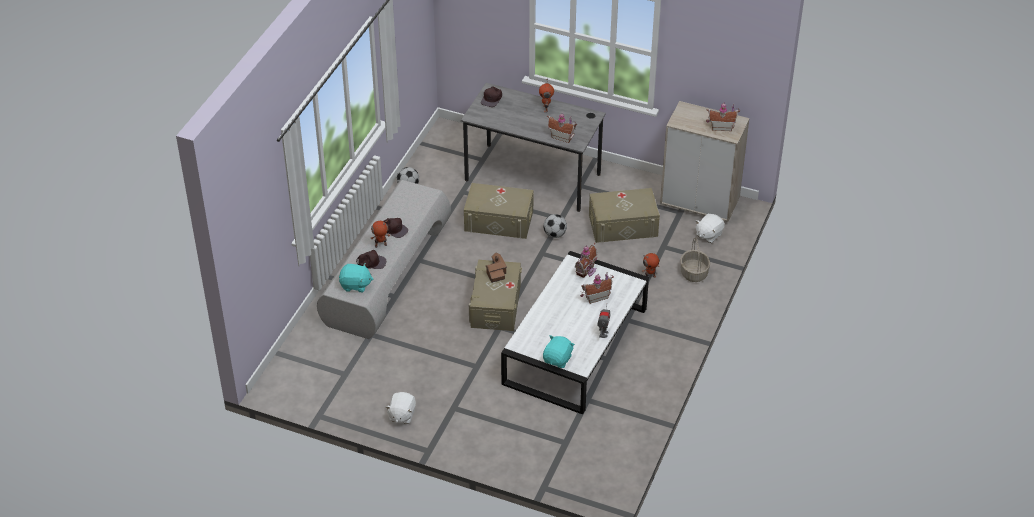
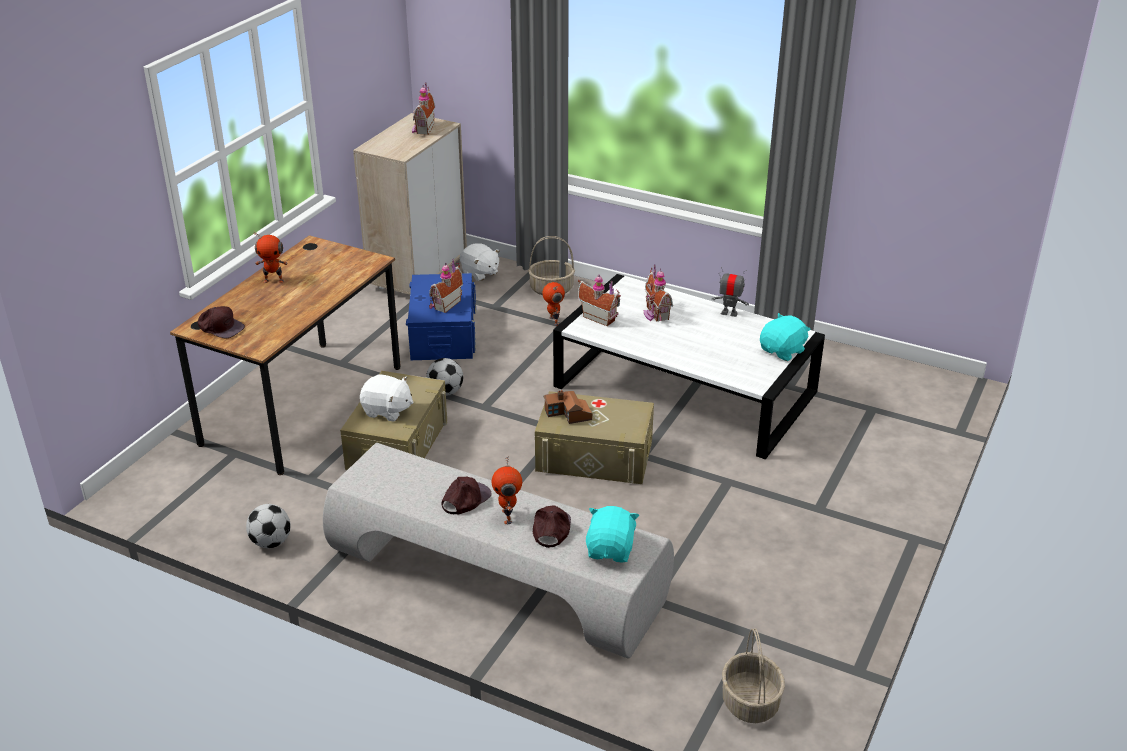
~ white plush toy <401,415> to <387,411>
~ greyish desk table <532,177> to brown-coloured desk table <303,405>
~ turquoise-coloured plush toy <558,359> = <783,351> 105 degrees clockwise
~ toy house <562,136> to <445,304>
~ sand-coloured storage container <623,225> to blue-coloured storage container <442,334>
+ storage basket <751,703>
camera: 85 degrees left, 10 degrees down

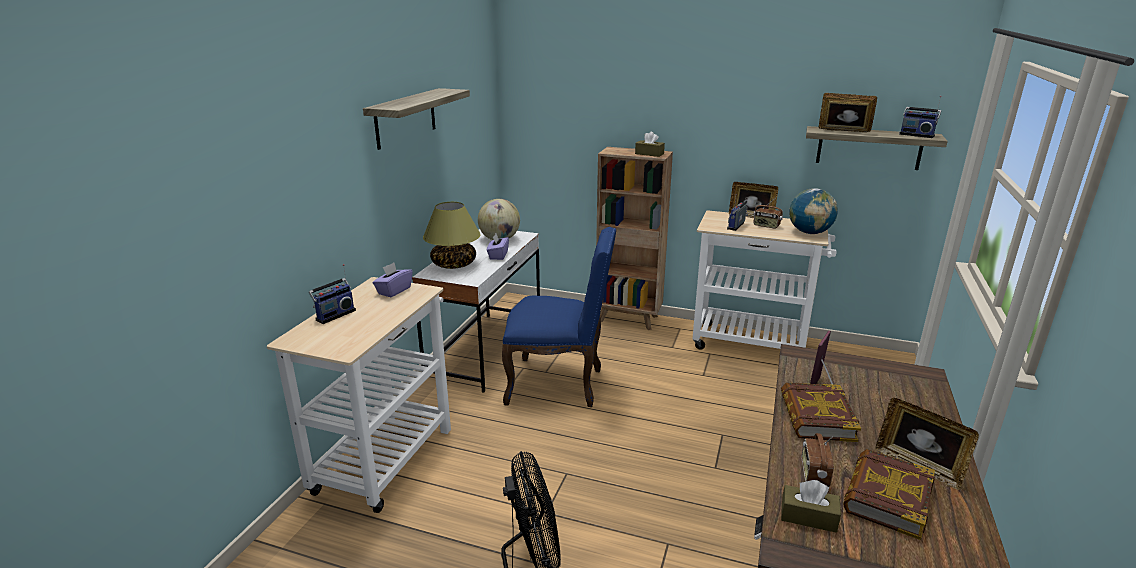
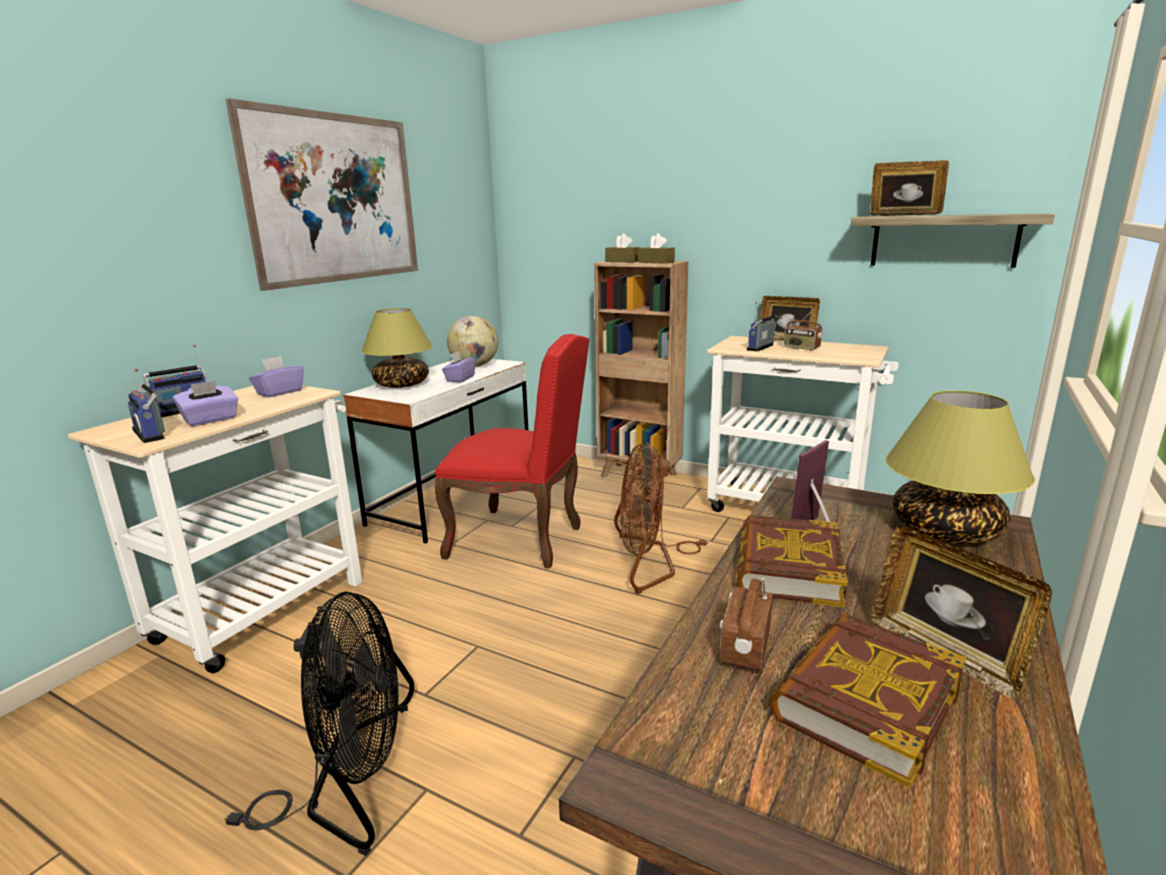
~ wall shelf <405,118> to picture <336,199>
~ blue-coloured upright chair <557,384> to reddish upright chair <519,540>
~ brown-coloured tissue box <808,517> to <622,261>
- globe <809,233>
~ radio set <917,135> to <152,434>
+ purple-coloured tissue box <210,420>
+ brown-coloured fan <651,559>
+ tabletop lamp <945,531>
camera: 10 degrees right, 5 degrees down

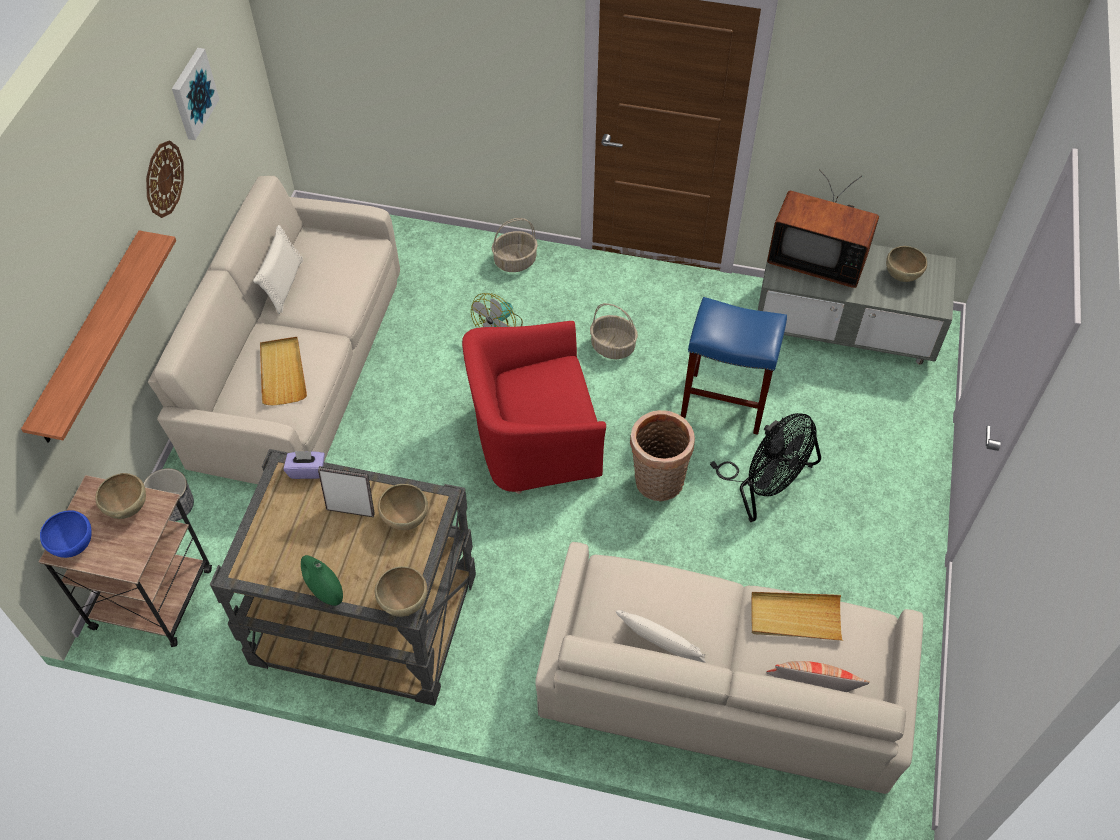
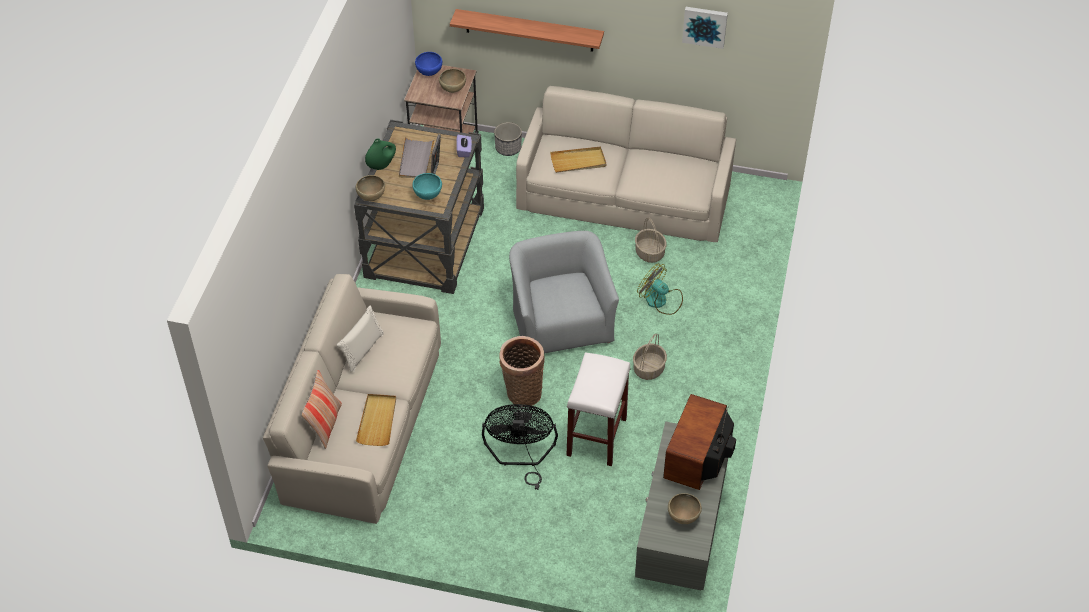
- clock on the wall <163,179>
- white pillow <283,285>
~ brown-coloured deep dish <405,519> to turquoise-coloured deep dish <427,195>
~ reddish armchair <533,439> to greyish armchair <561,322>
~ storage basket <515,261> to <650,253>
~ blue-coloured stool <723,403> to white stool <596,436>
~ black-coloured fan <764,483> = <522,456> 135 degrees clockwise
+ greyish serving tray <416,160>
camera: 90 degrees right, 5 degrees down

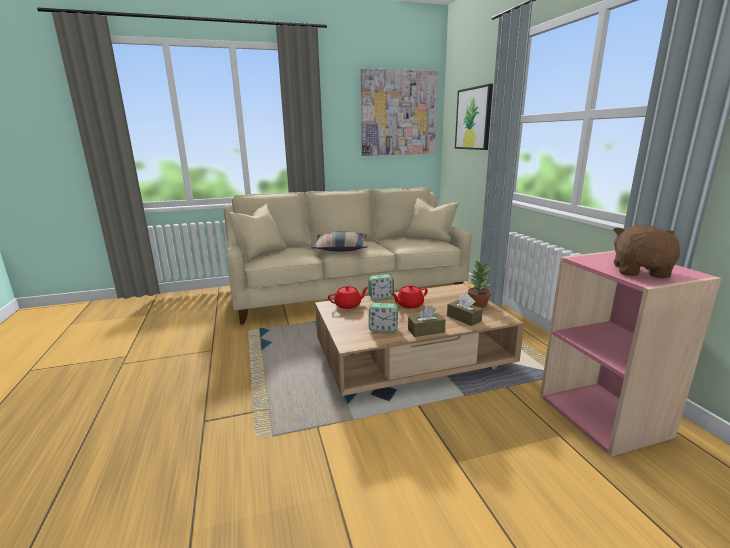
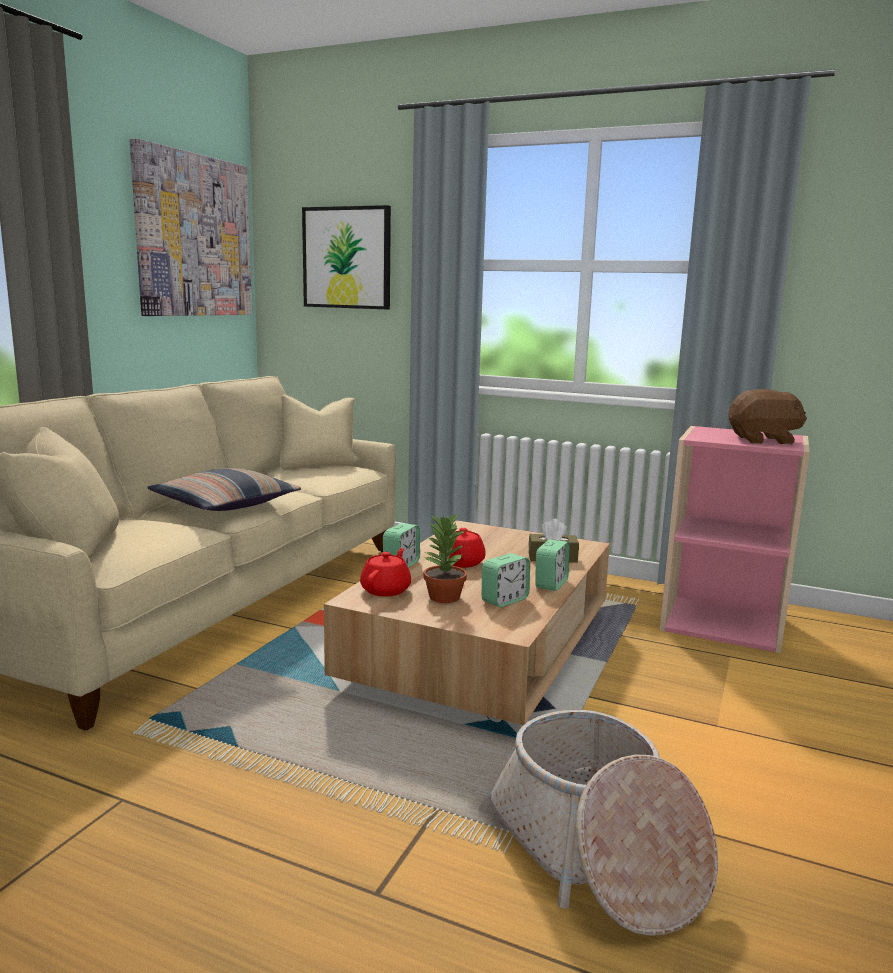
~ brown-coloured tissue box <426,331> to alarm clock <551,584>
~ potted plant <477,303> to <443,597>
~ brown-coloured plush toy <640,271> = <763,440> 120 degrees clockwise
+ storage basket <596,852>
camera: 50 degrees left, 5 degrees down

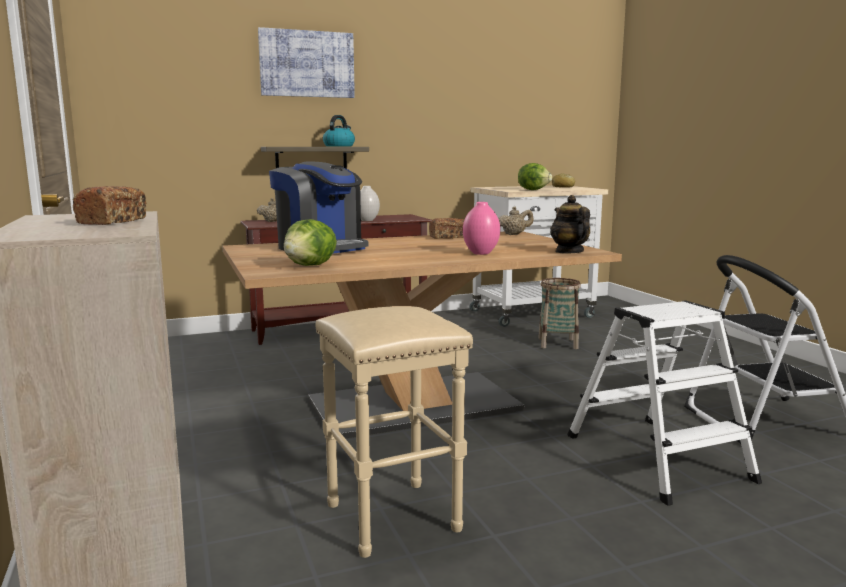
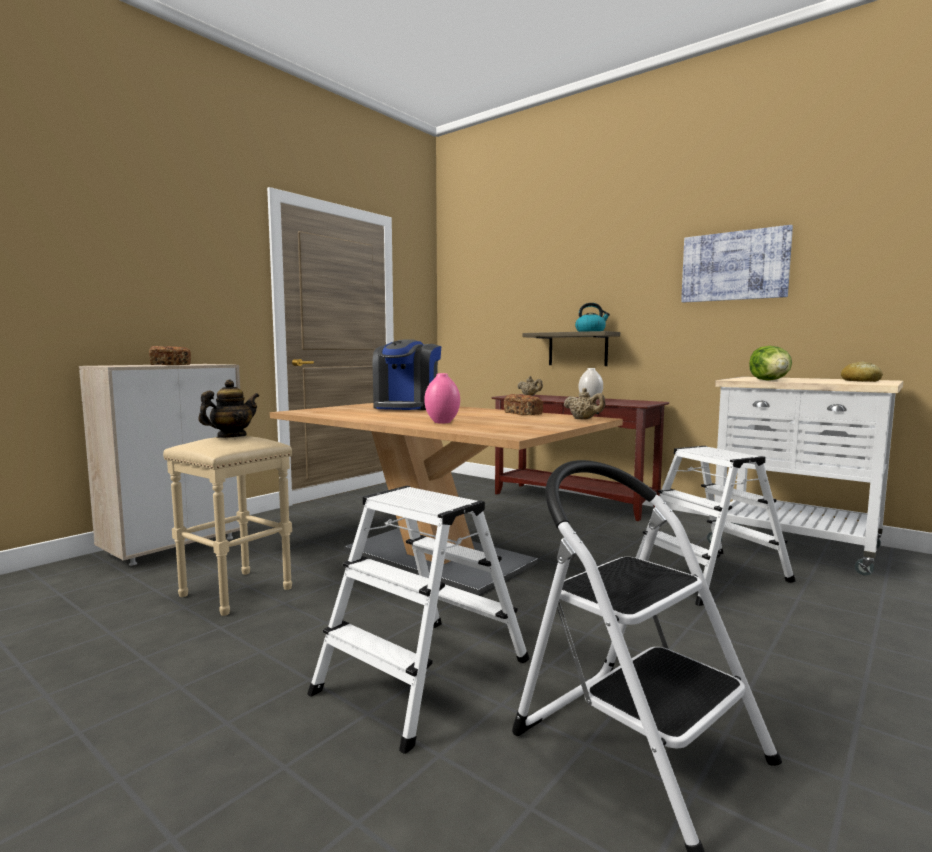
~ picture <307,64> to <734,266>
- head of lettuce <311,266>
~ storage basket <558,343> to white stepladder <711,576>
~ pot for tea <569,251> to <231,437>
camera: 60 degrees right, 5 degrees down

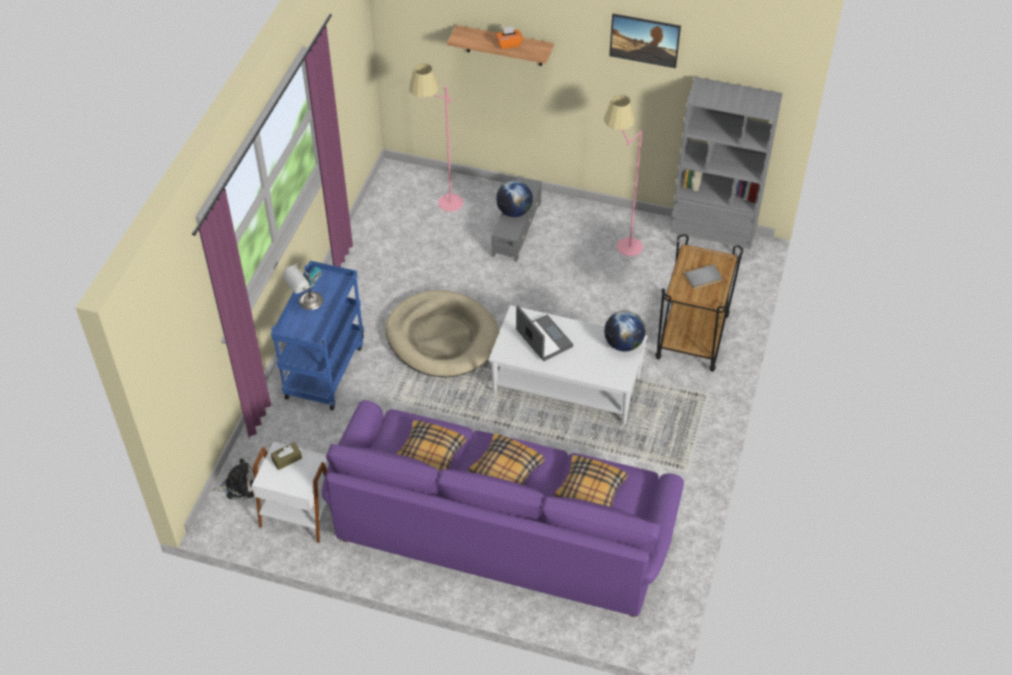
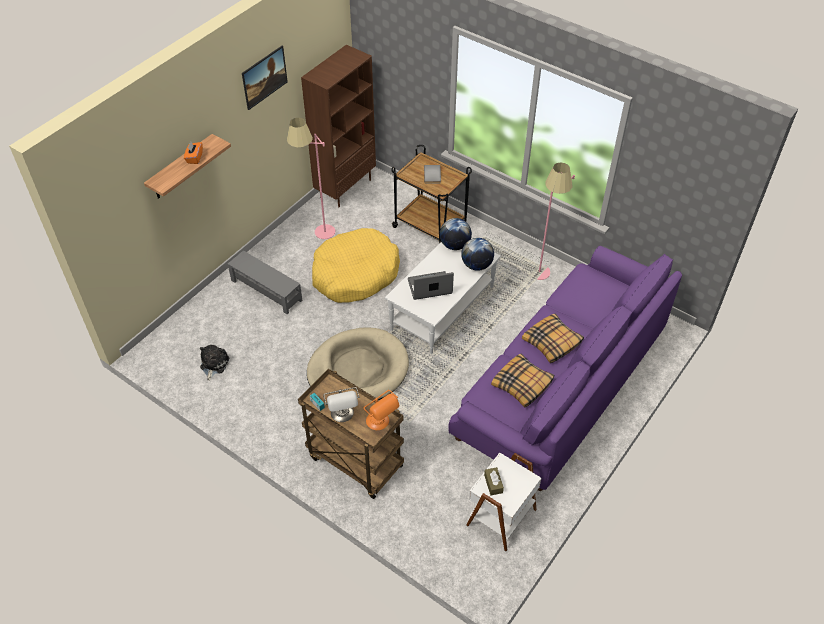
~ plush toy <238,485> to <213,364>
~ blue-coloured trolley <324,370> to brown-coloured trolley <353,461>
~ pink standard lamp <440,206> to <541,279>
~ globe <514,212> to <477,265>
- pillow <590,491>
~ greyish shelving unit <712,241> to brown-coloured shelving unit <345,188>
+ yellowish dog bed <355,274>
+ orange tabletop lamp <381,423>
camera: 70 degrees left, 0 degrees up

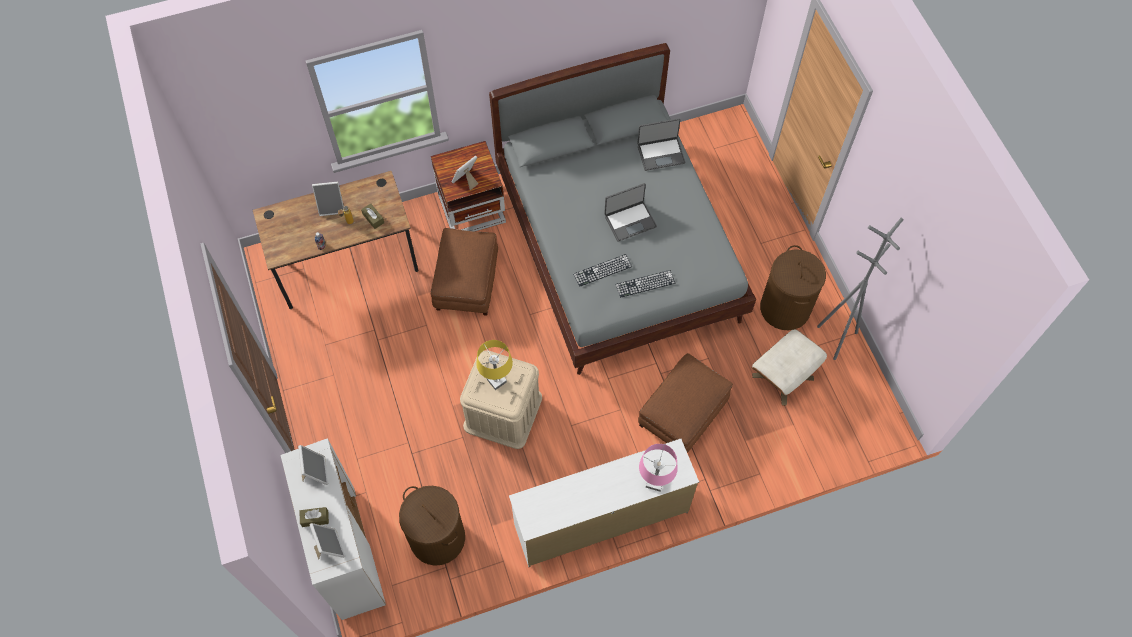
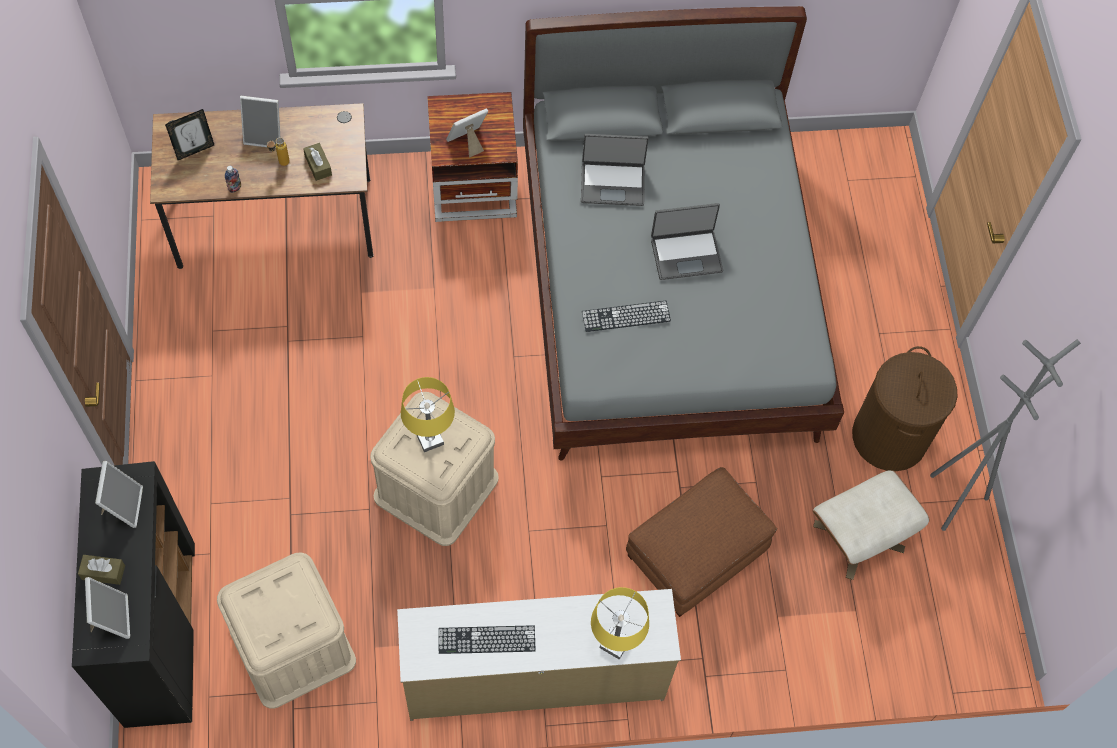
~ white cupboard <347,552> to black-coloured cupboard <160,633>
~ brown-coloured washing basket <438,538> to sand-coloured storage container <293,645>
- brown-coloured footrest <466,282>
~ computer keyboard <645,284> to <486,639>
~ laptop <661,153> to <612,183>
~ pink tabletop lamp <654,482> to yellowish tabletop lamp <615,644>
+ photo frame <194,150>
camera: 10 degrees right, 0 degrees up

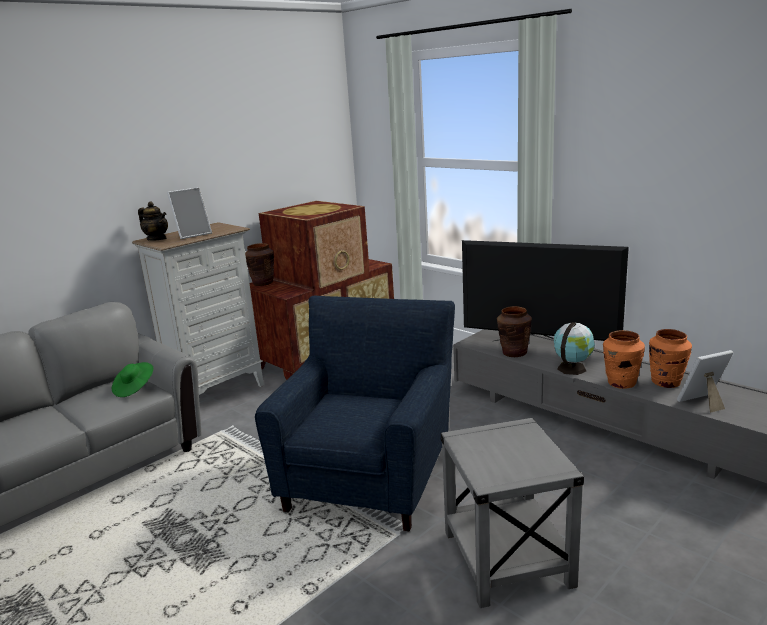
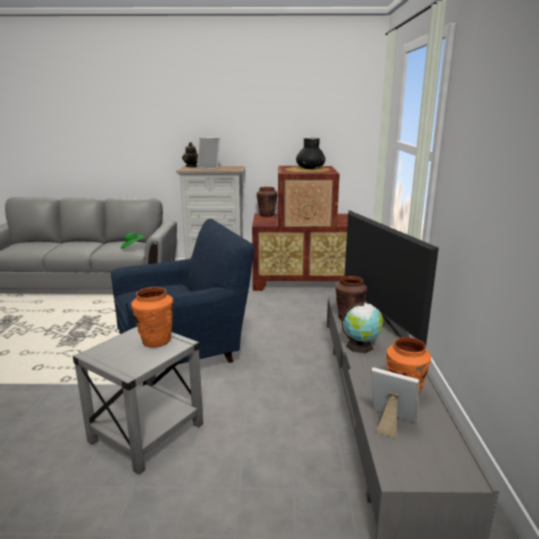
~ orange vase <621,383> to <156,341>
+ black-coloured vase <310,169>
camera: 45 degrees right, 0 degrees up

